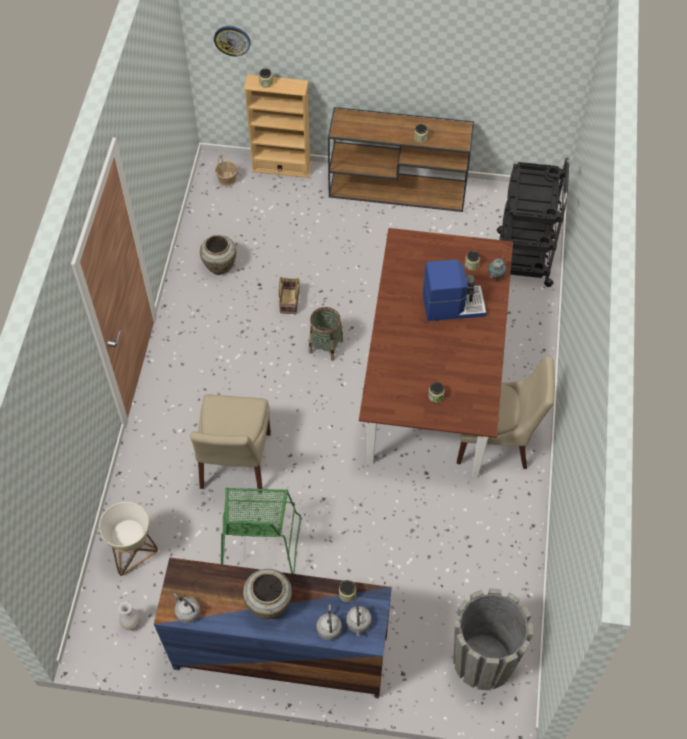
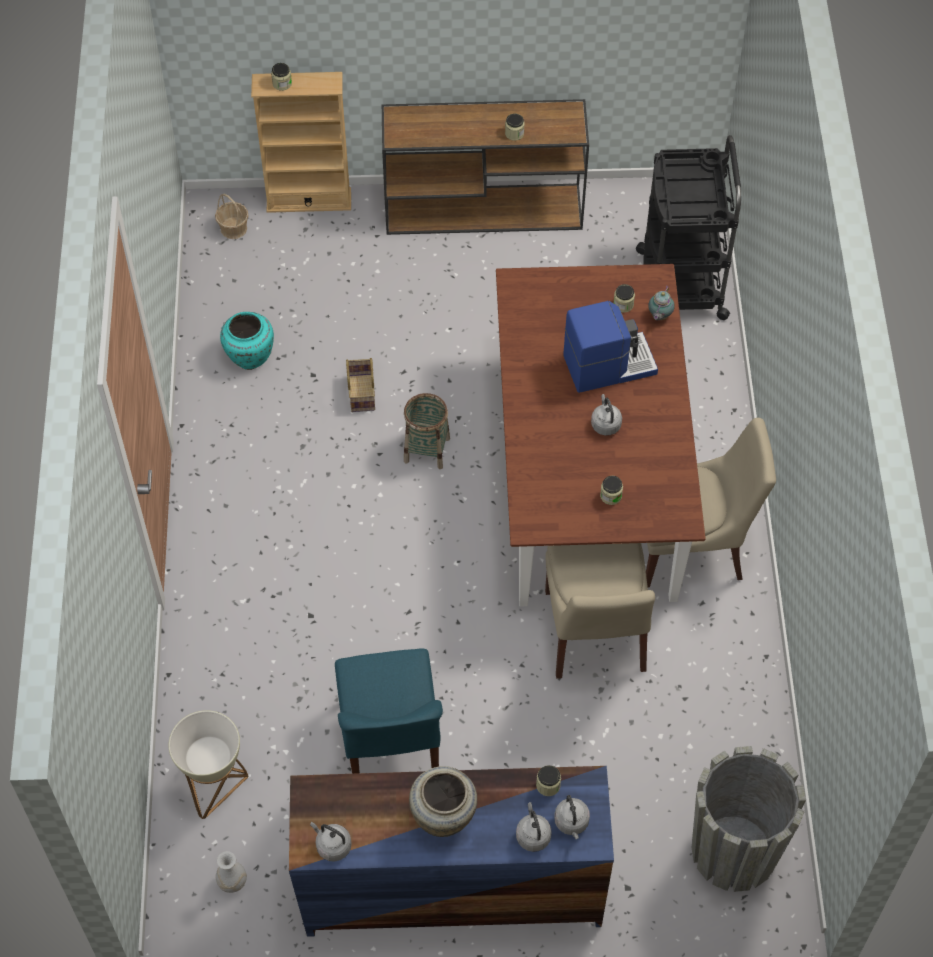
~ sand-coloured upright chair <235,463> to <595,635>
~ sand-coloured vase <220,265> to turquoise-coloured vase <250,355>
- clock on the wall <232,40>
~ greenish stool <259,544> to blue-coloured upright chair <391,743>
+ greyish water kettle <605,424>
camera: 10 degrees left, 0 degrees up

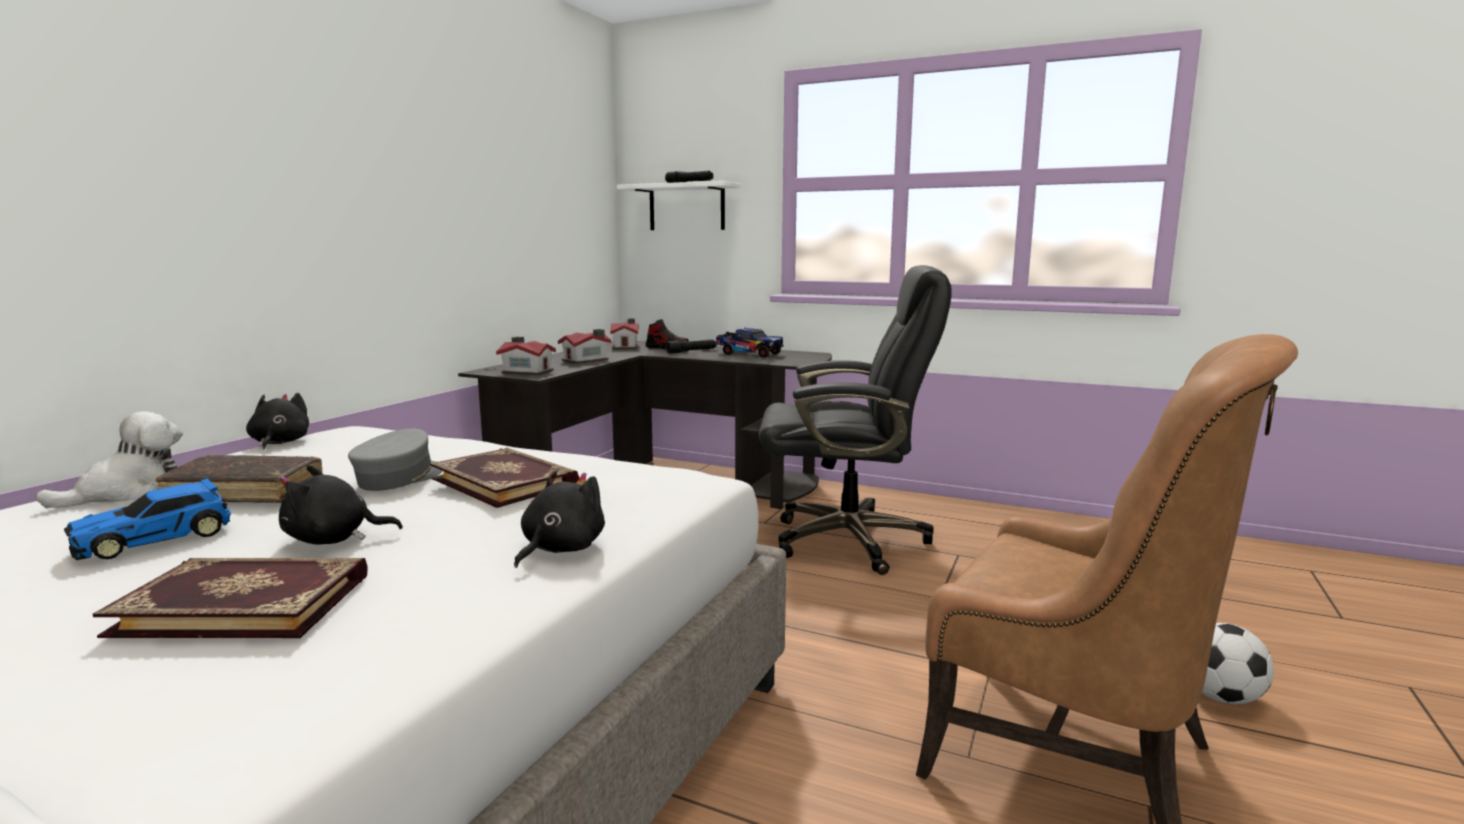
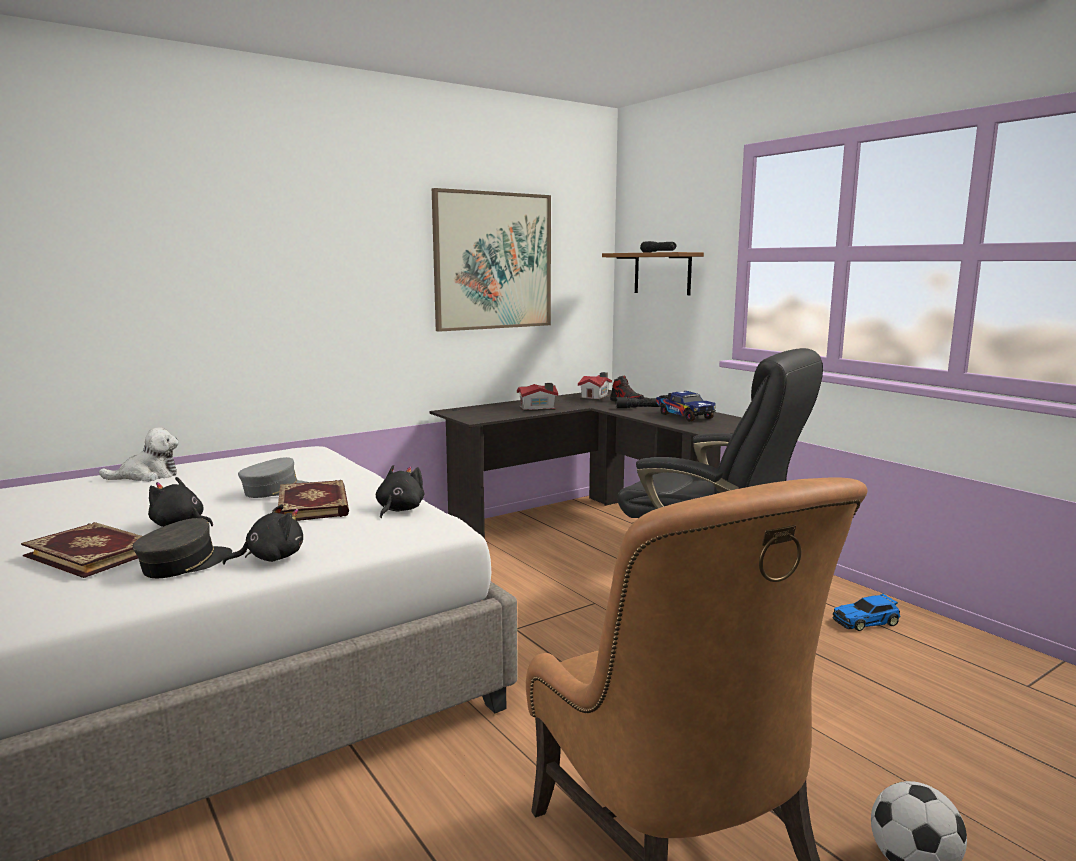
~ toy car <157,538> to <866,621>
- brown-coloured bound book <245,492>
~ black-coloured plush toy <279,442> to <399,509>
- toy house <527,371>
~ white wall shelf <686,207> to brown-coloured wall shelf <662,273>
+ greyish baseball cap <184,564>
+ picture <493,261>
camera: 30 degrees right, 0 degrees up

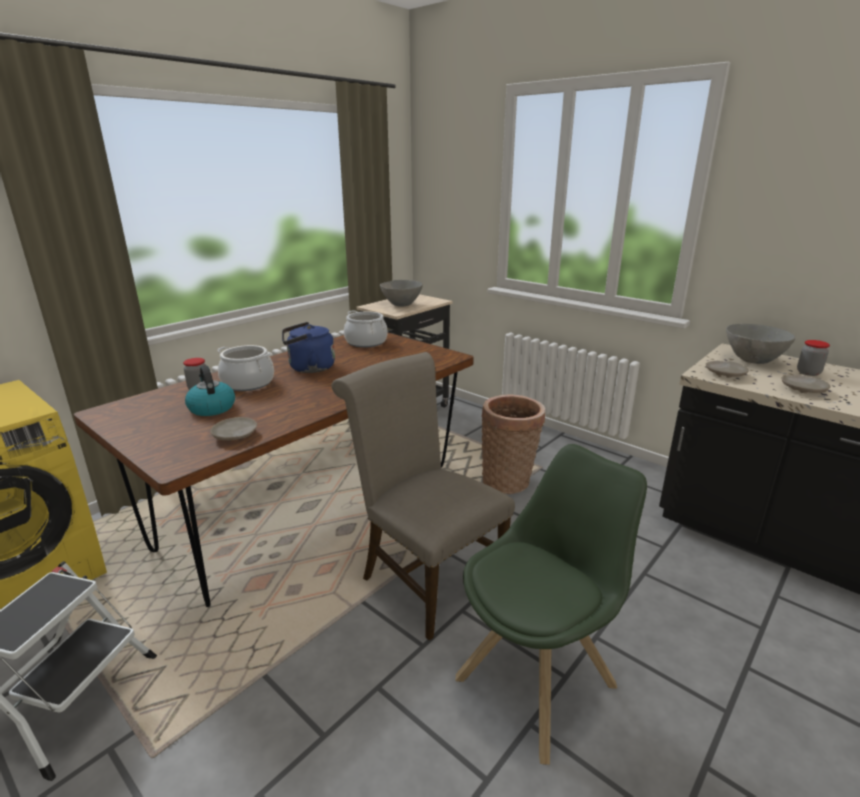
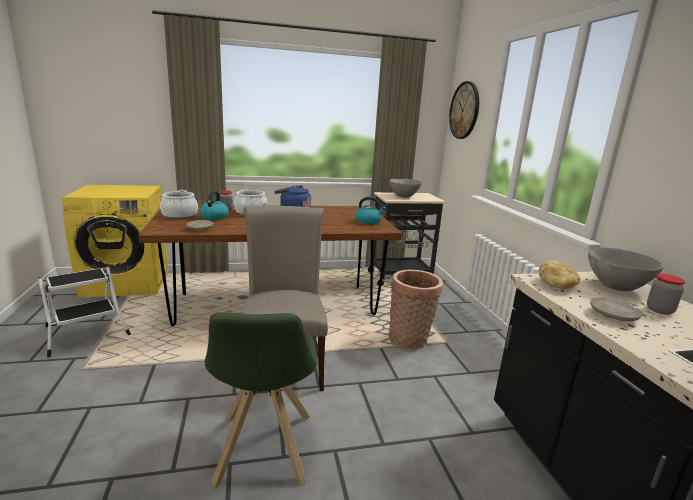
~ cooking pot <366,342> to <179,215>
~ greenish upright chair <537,682> = <264,448> 90 degrees clockwise
~ sand-coloured dinner plate <725,374> to bakery bread <556,285>
+ water kettle <369,221>
+ clock on the wall <464,110>
camera: 35 degrees right, 5 degrees down

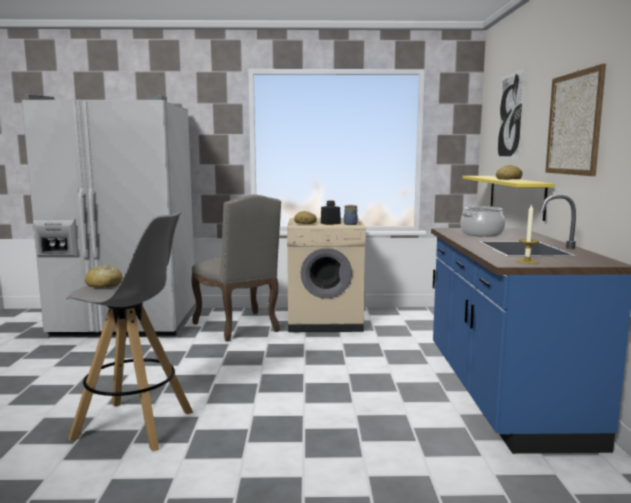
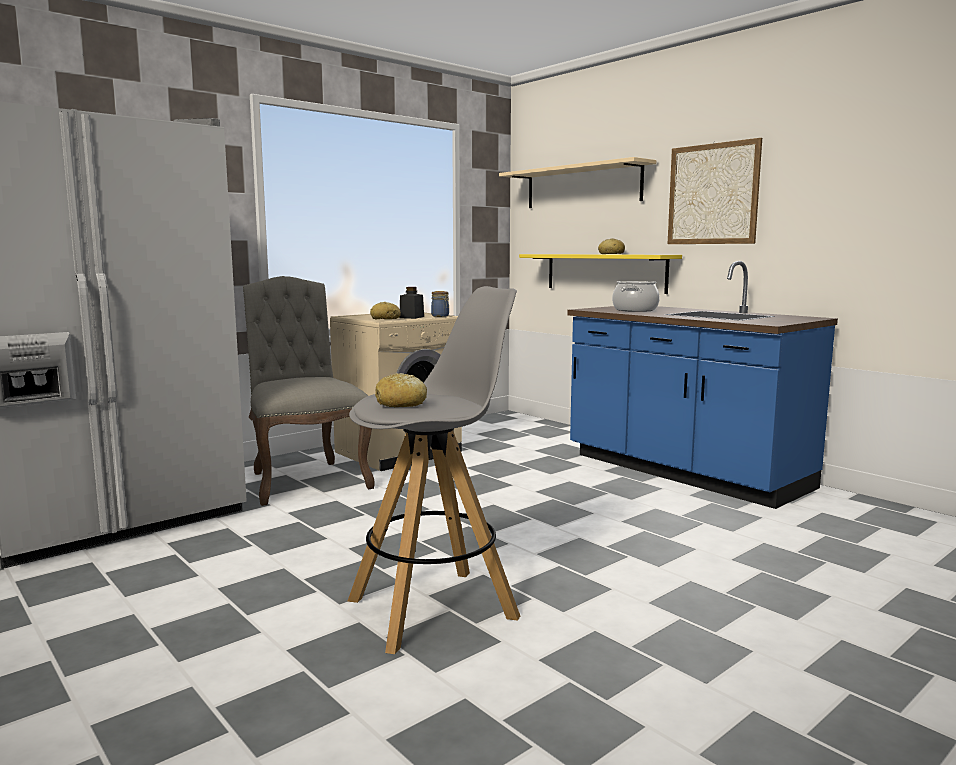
~ greyish upright chair <239,327> = <306,480> 135 degrees counterclockwise
~ picture <510,116> to sand-coloured wall shelf <582,186>
- wax candle <527,261>
camera: 40 degrees left, 0 degrees up

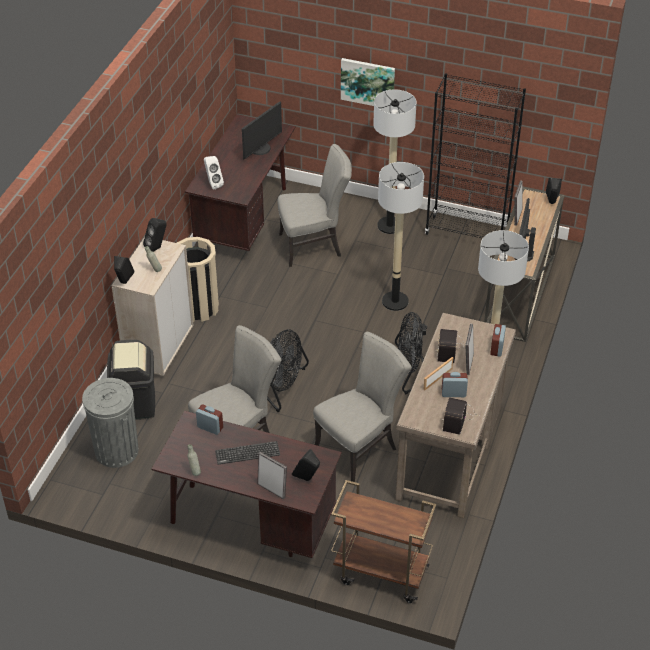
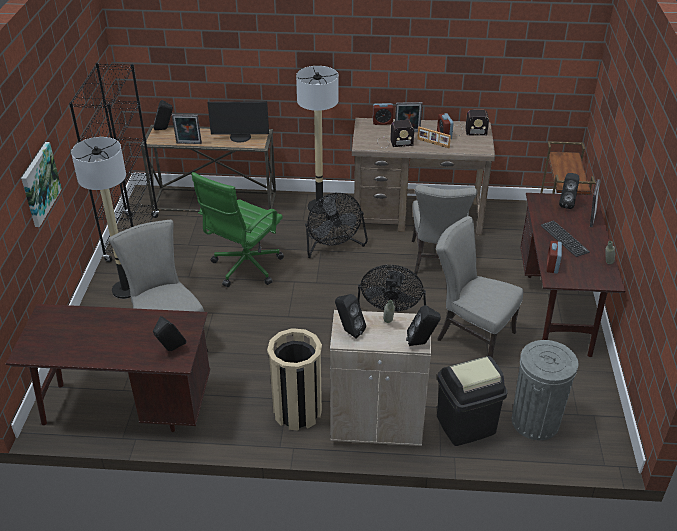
~ white speaker <213,184> to black-coloured speaker <171,350>
- computer screen <261,149>
~ greyish upright chair <360,447> = <437,261> 120 degrees counterclockwise
~ standard lamp <395,301> to greenish computer chair <244,269>
camera: 105 degrees left, 5 degrees down

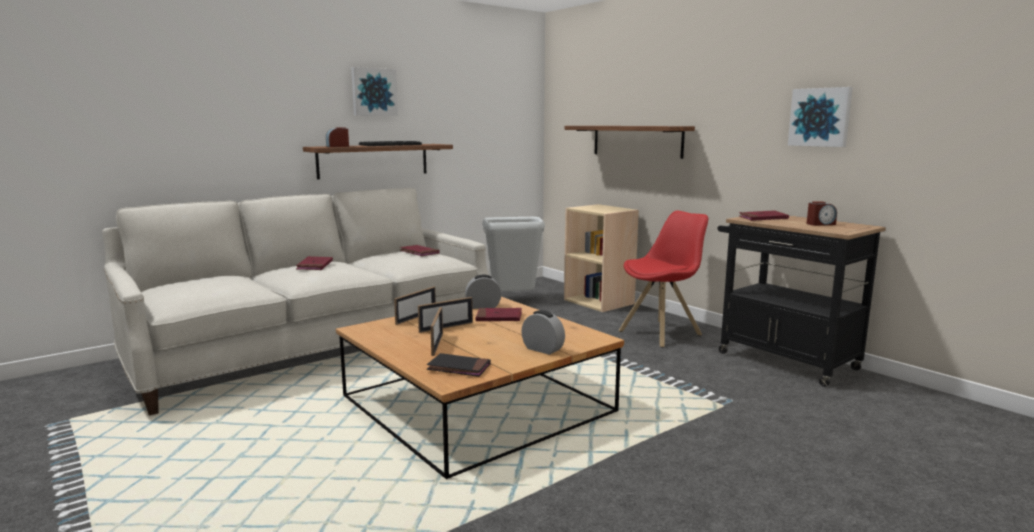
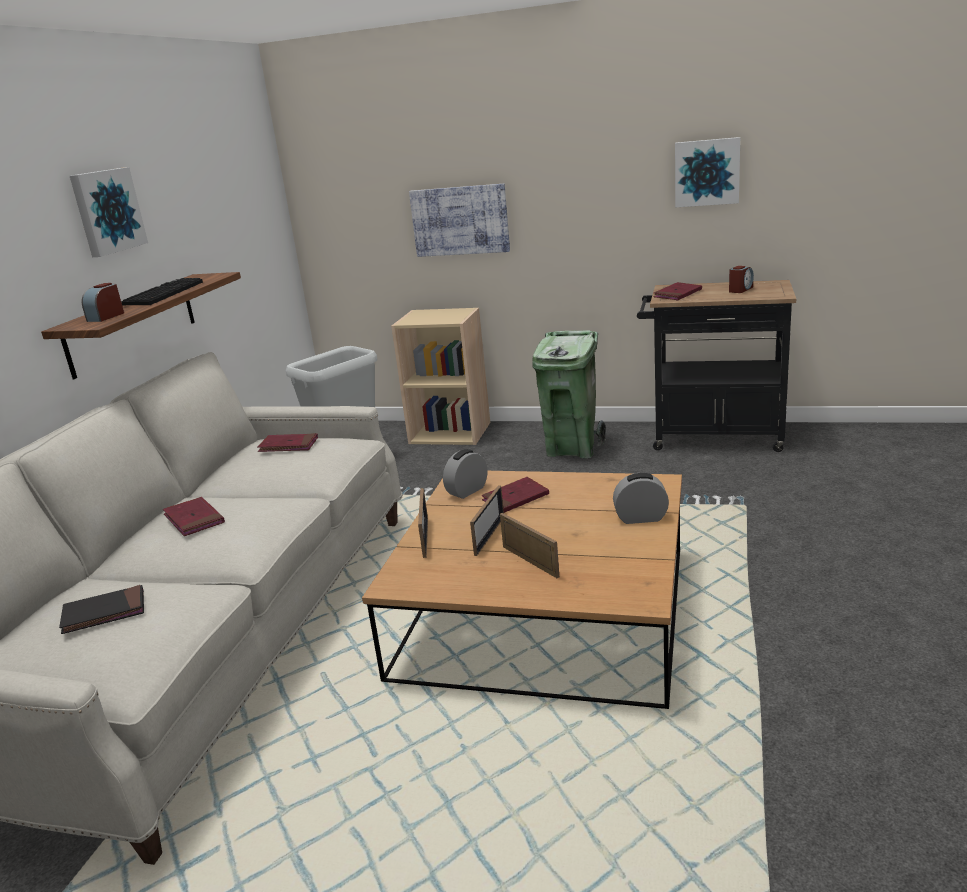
~ black-coloured bound book <459,368> to <104,613>
~ wall shelf <636,141> to picture <460,220>
~ reddish upright chair <661,333> to greenish rubbish bin <572,448>
camera: 35 degrees left, 10 degrees up

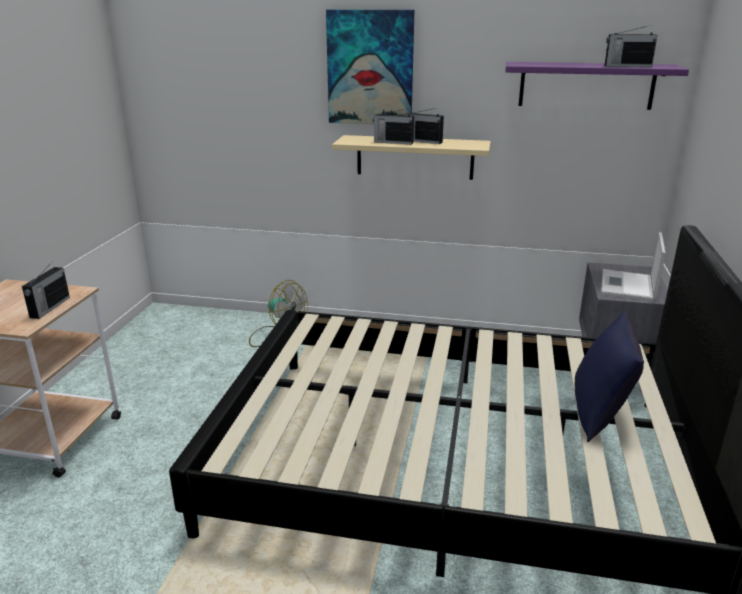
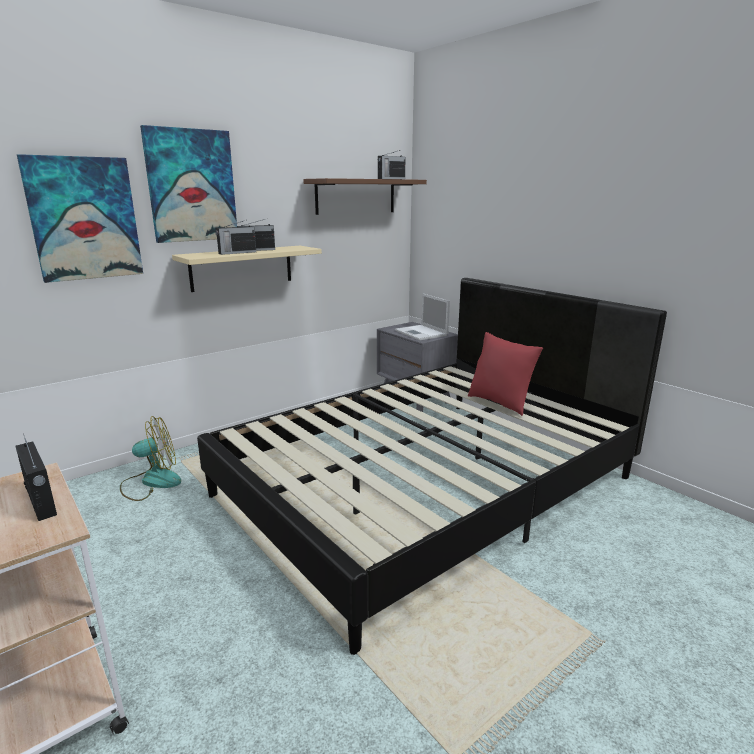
~ purple-coloured wall shelf <586,85> to brown-coloured wall shelf <356,196>
~ blue-coloured pillow <599,414> to reddish pillow <500,403>
+ picture <84,219>
camera: 50 degrees left, 5 degrees down

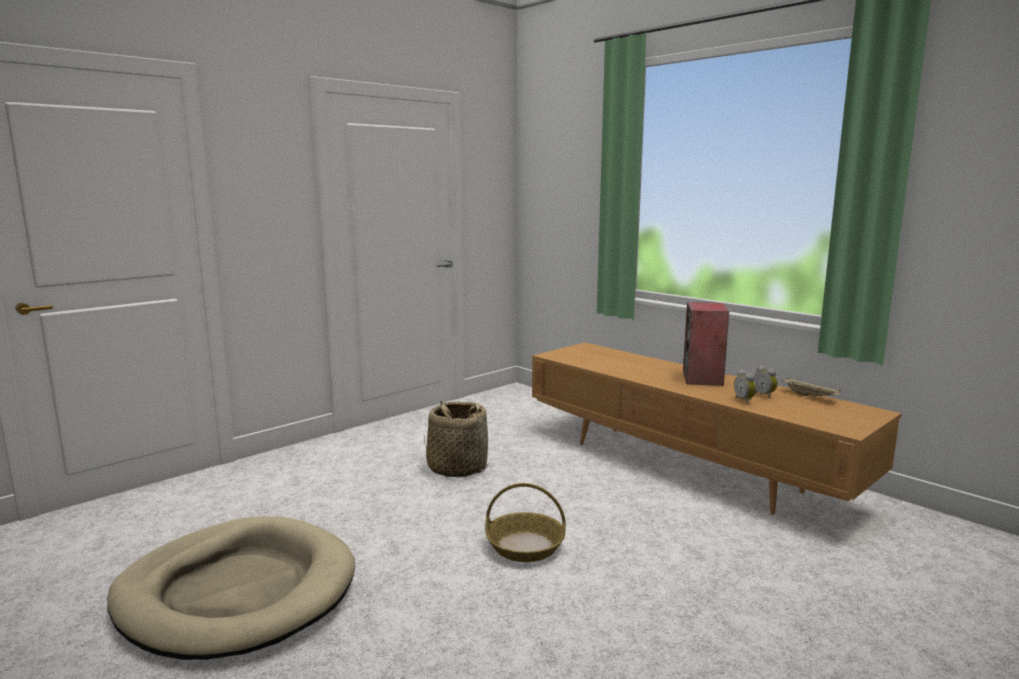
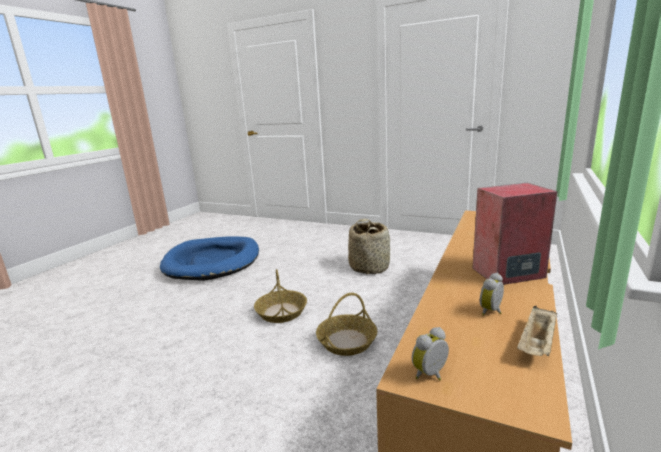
~ sand-coloured dog bed <237,593> to blue-coloured dog bed <213,261>
~ alarm clock <745,400> to <431,375>
+ storage basket <347,342>
camera: 70 degrees right, 5 degrees up

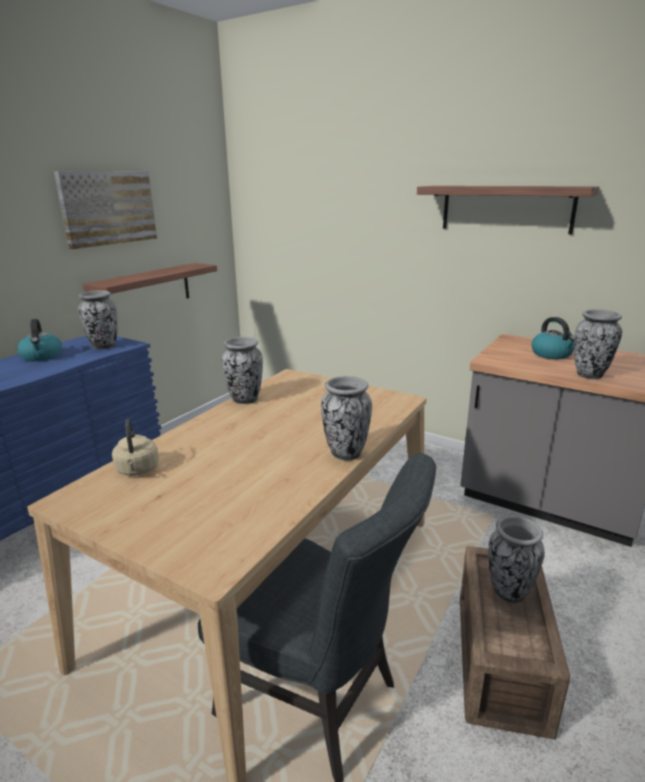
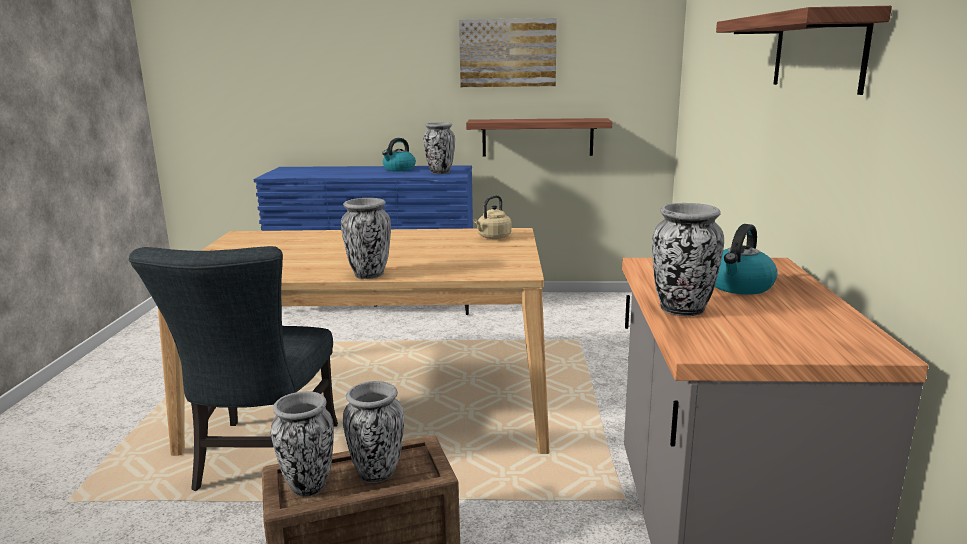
~ sand-coloured water kettle <137,470> to <493,237>
~ vase <245,400> to <308,486>
camera: 60 degrees right, 5 degrees down

